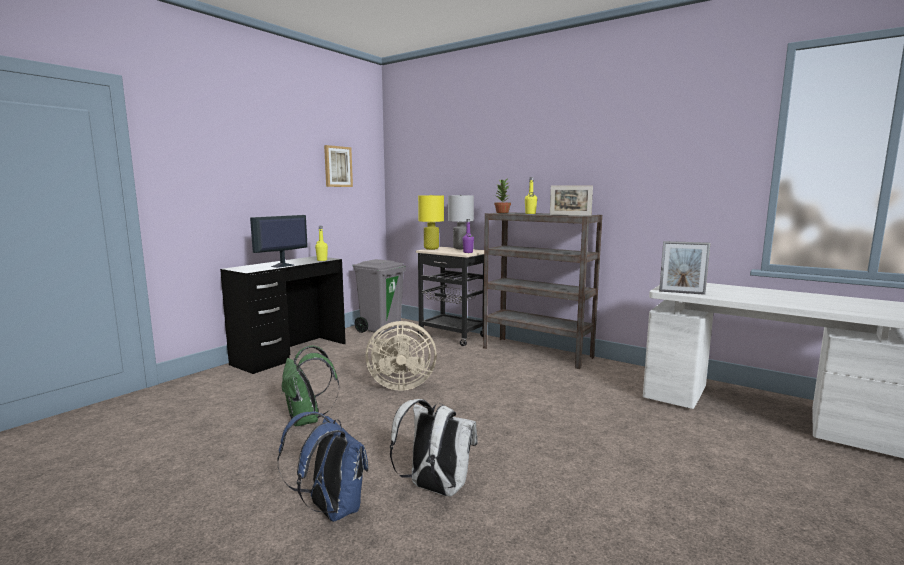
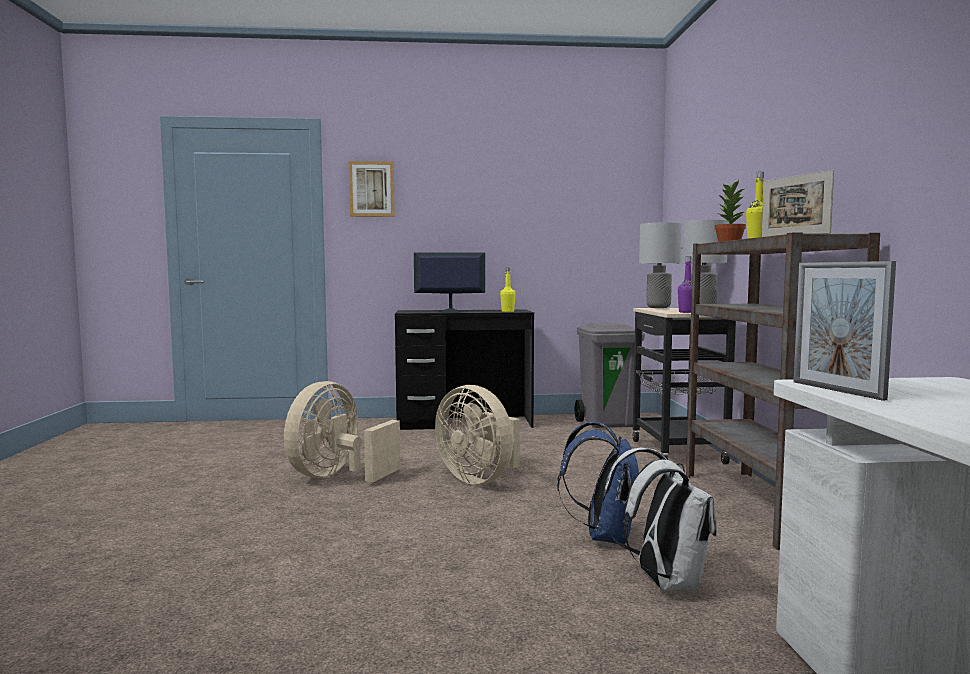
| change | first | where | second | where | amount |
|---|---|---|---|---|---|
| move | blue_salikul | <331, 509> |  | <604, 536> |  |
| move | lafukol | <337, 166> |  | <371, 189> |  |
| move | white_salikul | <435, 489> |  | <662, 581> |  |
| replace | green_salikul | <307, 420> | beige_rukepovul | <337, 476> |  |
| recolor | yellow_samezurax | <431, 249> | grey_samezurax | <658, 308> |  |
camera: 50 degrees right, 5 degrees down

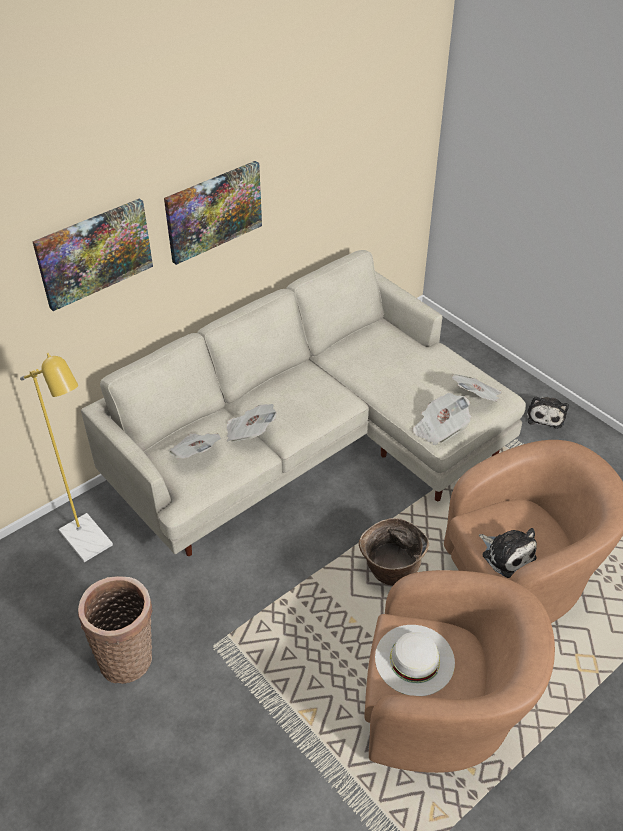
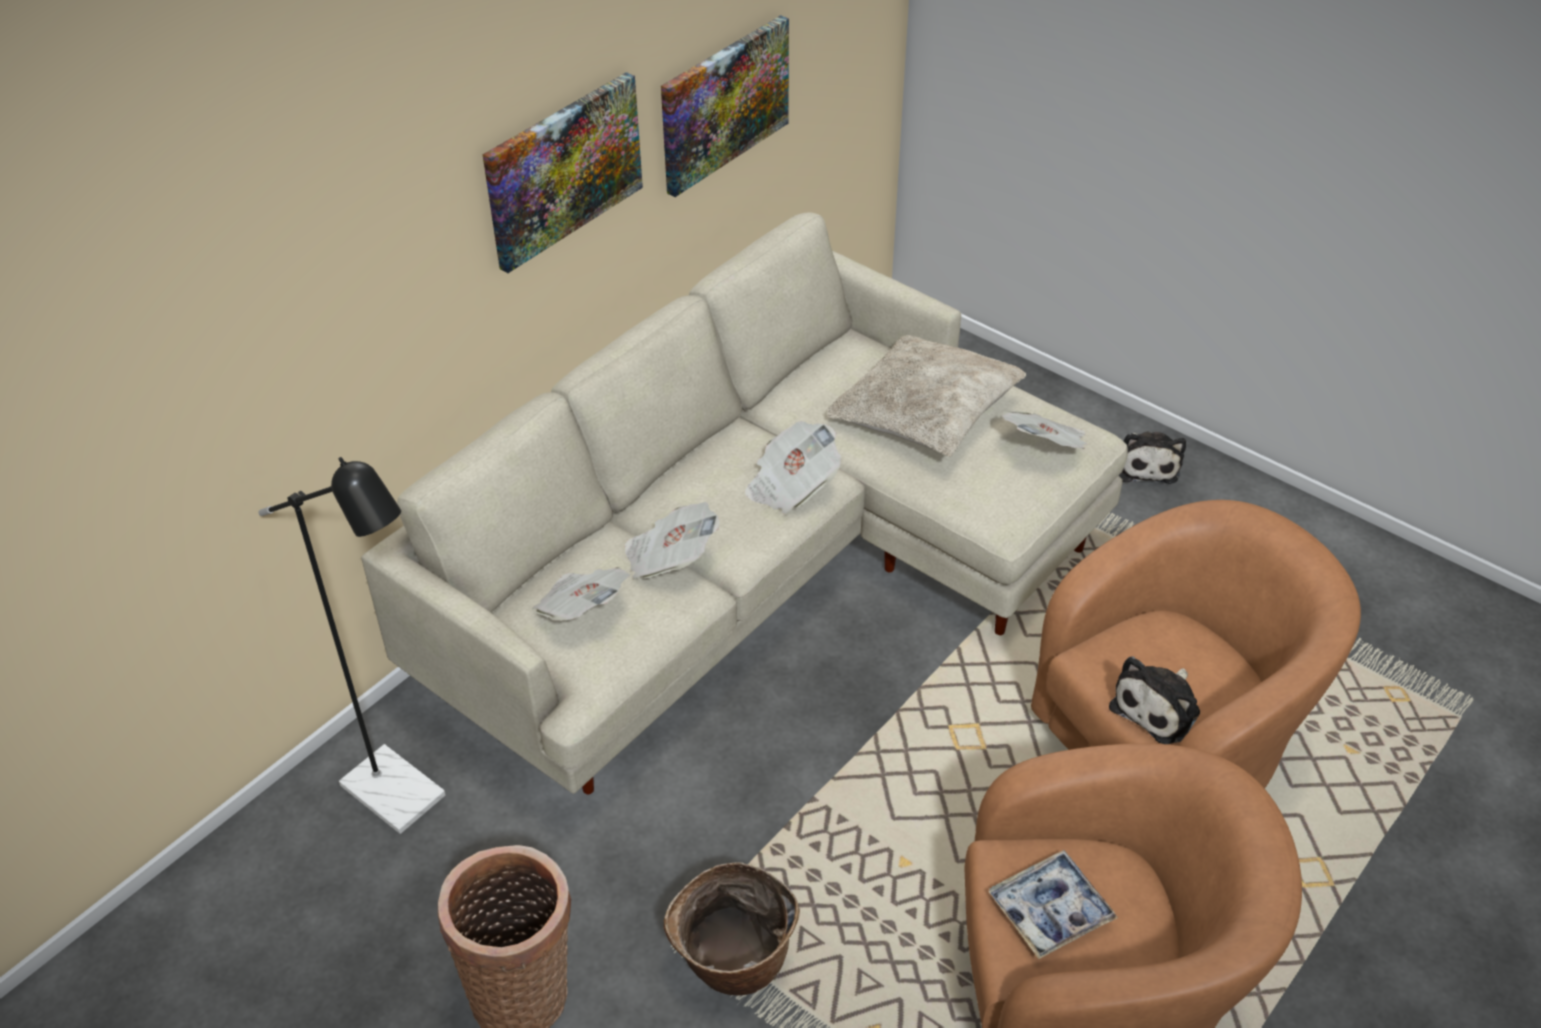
| change | first | where | second | where | amount |
|---|---|---|---|---|---|
| insert |  |  | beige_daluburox | <924, 413> |  |
| move | lafukol | <94, 253> |  | <724, 103> |  |
| move | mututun | <390, 570> |  | <732, 962> |  |
| move | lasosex | <439, 429> |  | <791, 486> |  |
| replace | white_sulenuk | <414, 659> | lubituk | <1050, 910> |  |
| recolor | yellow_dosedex | <91, 544> | black_dosedex | <406, 800> |  |
| rotate | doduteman | <506, 554> |  | <1158, 707> | 90 degrees clockwise |
camera: 10 degrees left, 0 degrees up

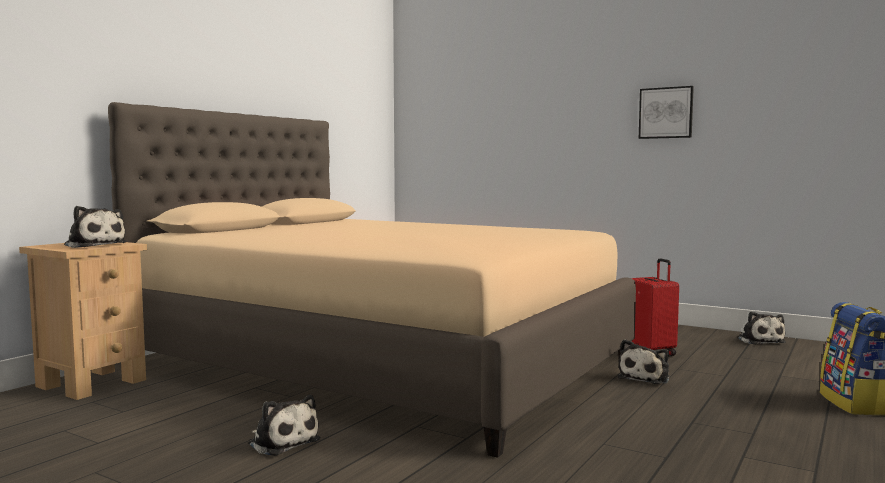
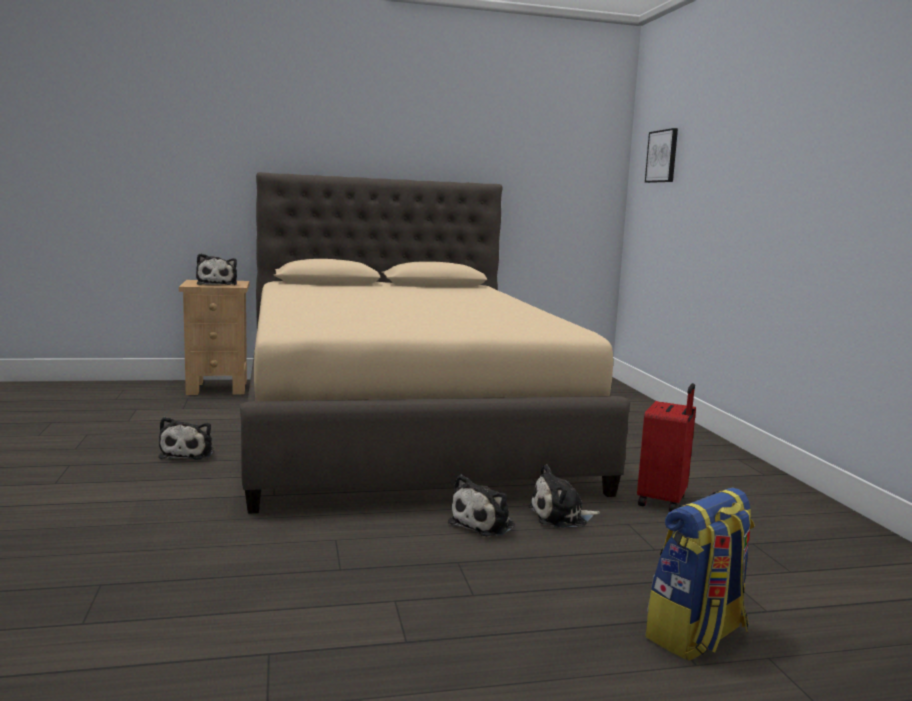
| change | first | where | second | where | amount |
|---|---|---|---|---|---|
| move | lafukol | <666, 113> |  | <662, 156> |  |
| move | doduteman | <759, 340> |  | <484, 524> |  |
camera: 45 degrees right, 5 degrees up

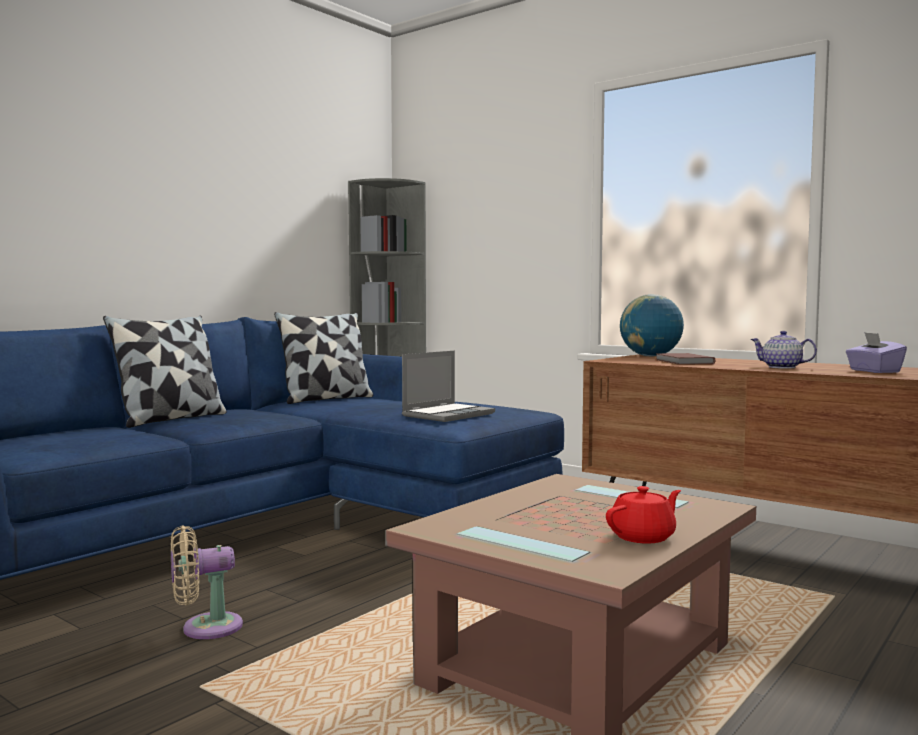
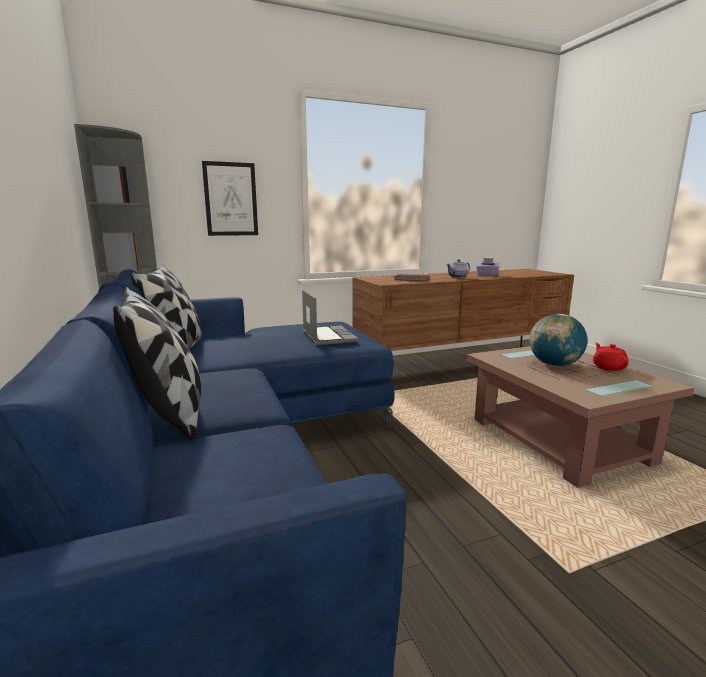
| change | first | where | second | where | amount |
|---|---|---|---|---|---|
| delete | beige_rukepovul | <205, 628> |  |  |  |
| insert |  |  | lafukol | <231, 199> |  |
| move | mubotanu | <650, 356> |  | <554, 365> |  |
camera: 60 degrees left, 10 degrees up

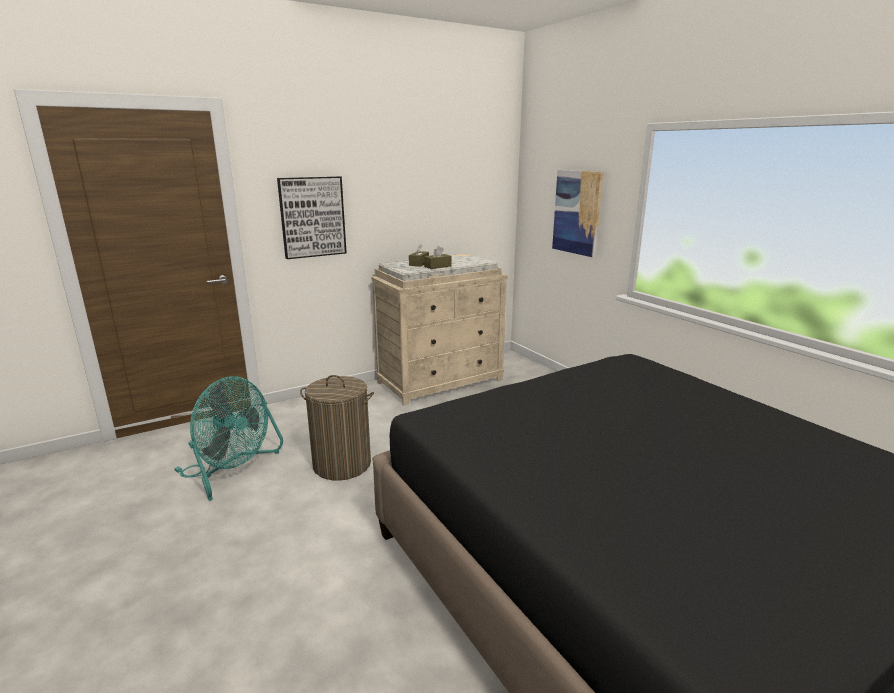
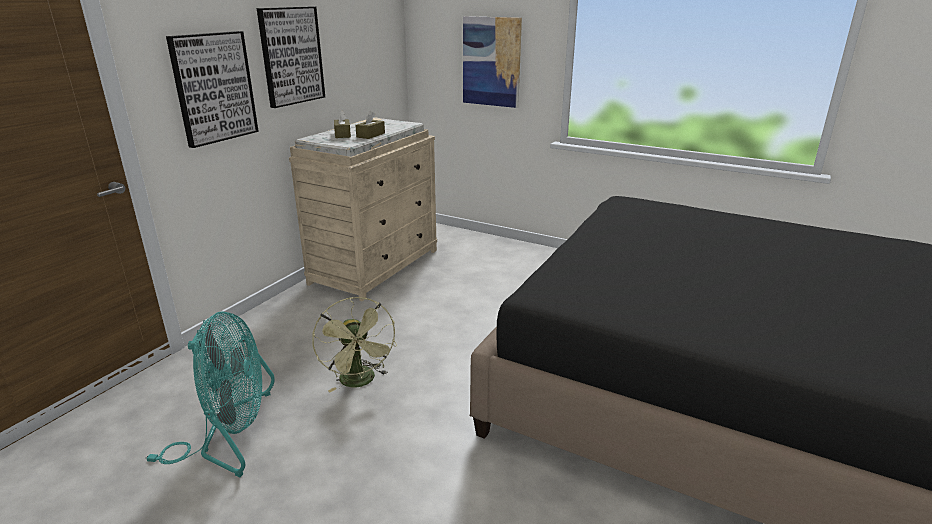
| change | first | where | second | where | amount |
|---|---|---|---|---|---|
| insert |  |  | lafukol | <291, 56> |  |
| replace | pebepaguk | <342, 464> | green_rukepovul | <360, 382> |  |
camera: 30 degrees left, 5 degrees up

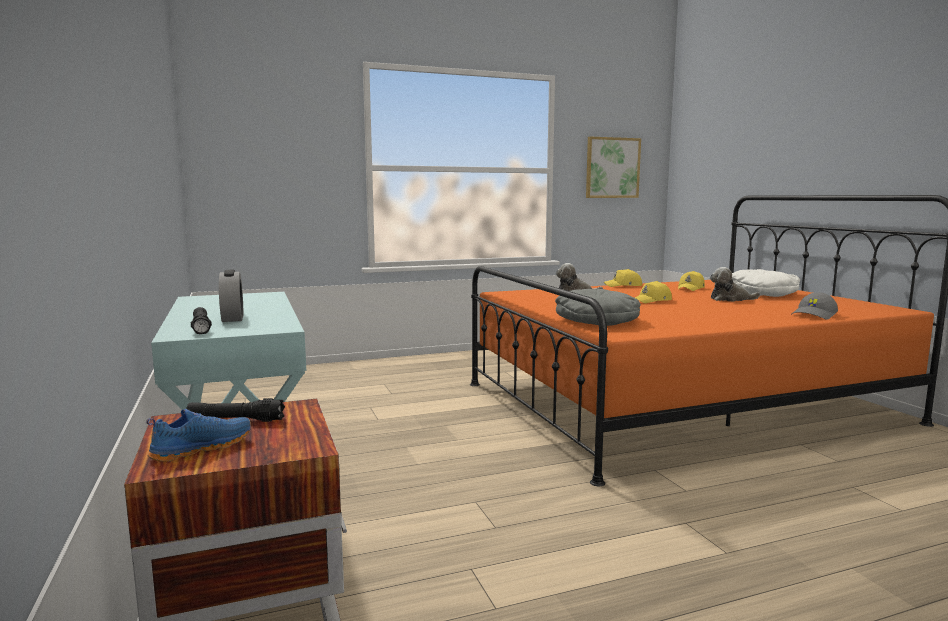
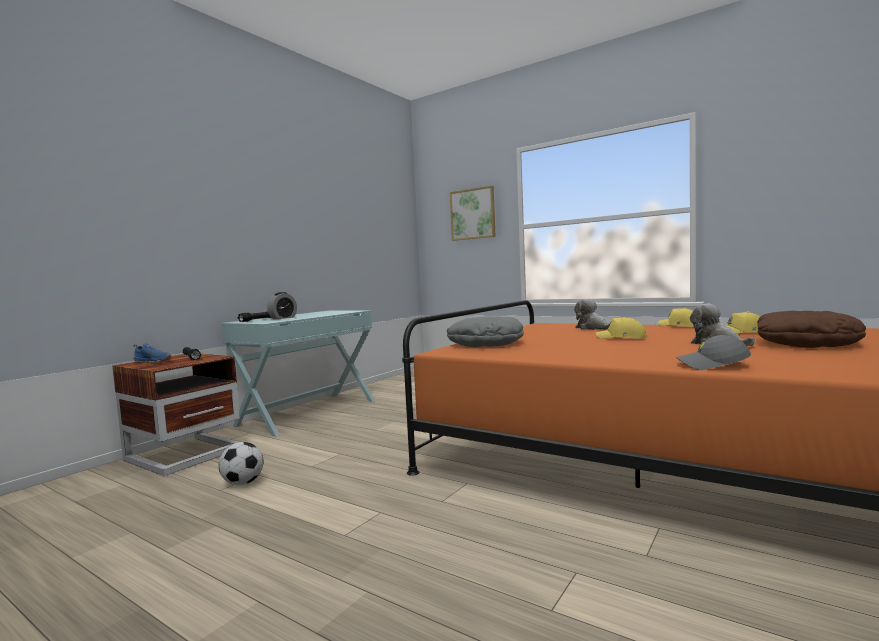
| change | first | where | second | where | amount |
|---|---|---|---|---|---|
| insert |  |  | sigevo | <243, 483> |  |
| move | lafukol | <612, 168> |  | <473, 214> |  |
| recolor | white_daluburox | <763, 293> | brown_daluburox | <808, 344> |  |
camera: 55 degrees right, 5 degrees down

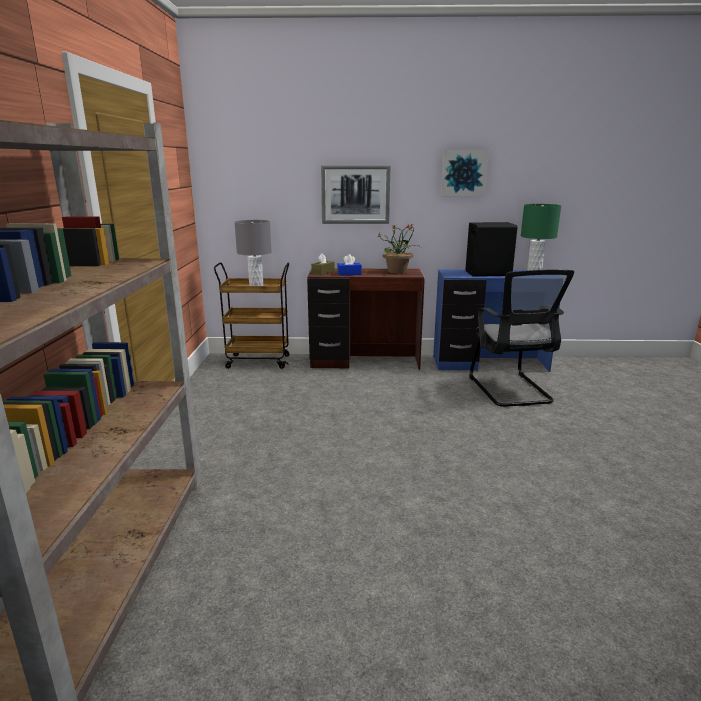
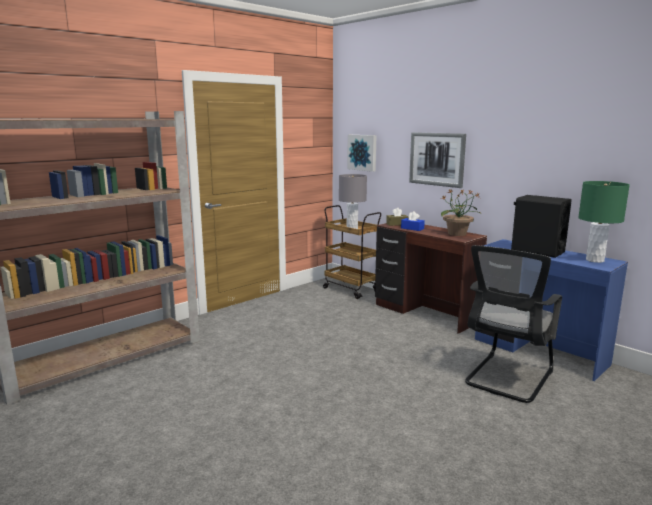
| change | first | where | second | where | amount |
|---|---|---|---|---|---|
| move | lafukol | <463, 173> |  | <362, 152> |  |
camera: 45 degrees right, 5 degrees down

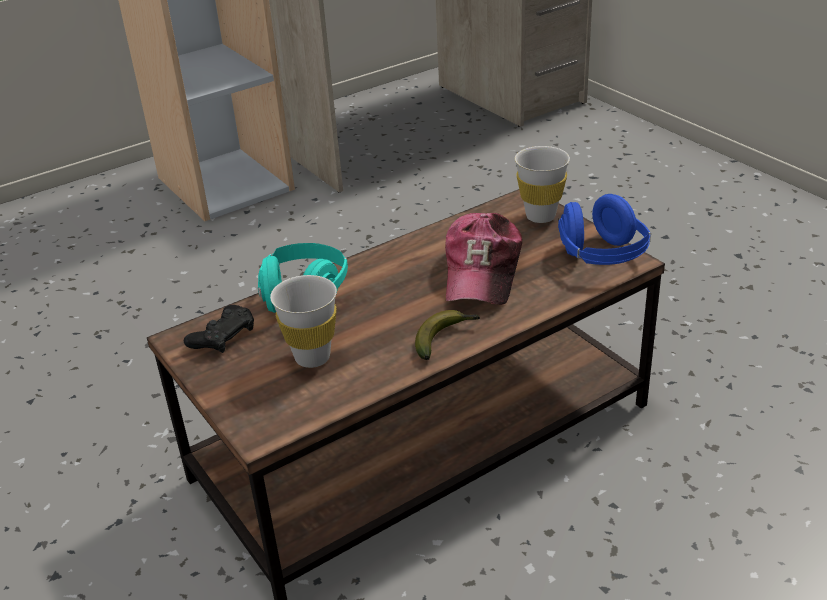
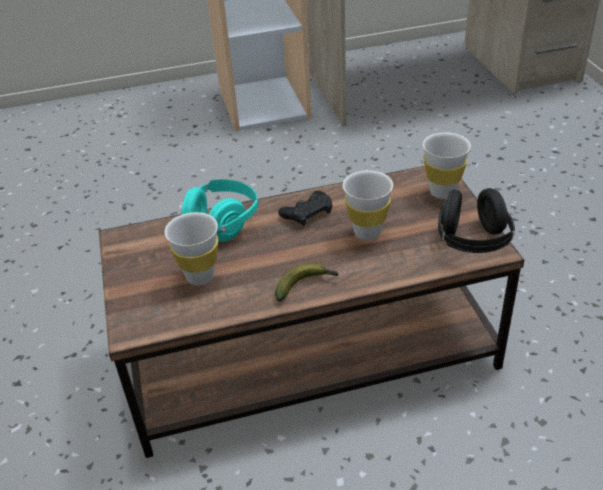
| change | first | where | second | where | amount |
|---|---|---|---|---|---|
| move | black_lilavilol | <223, 336> |  | <307, 213> |  |
| replace | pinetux | <482, 272> | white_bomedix | <367, 232> |  |
| recolor | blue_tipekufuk | <601, 257> | black_tipekufuk | <472, 241> |  |
camera: 20 degrees right, 5 degrees up

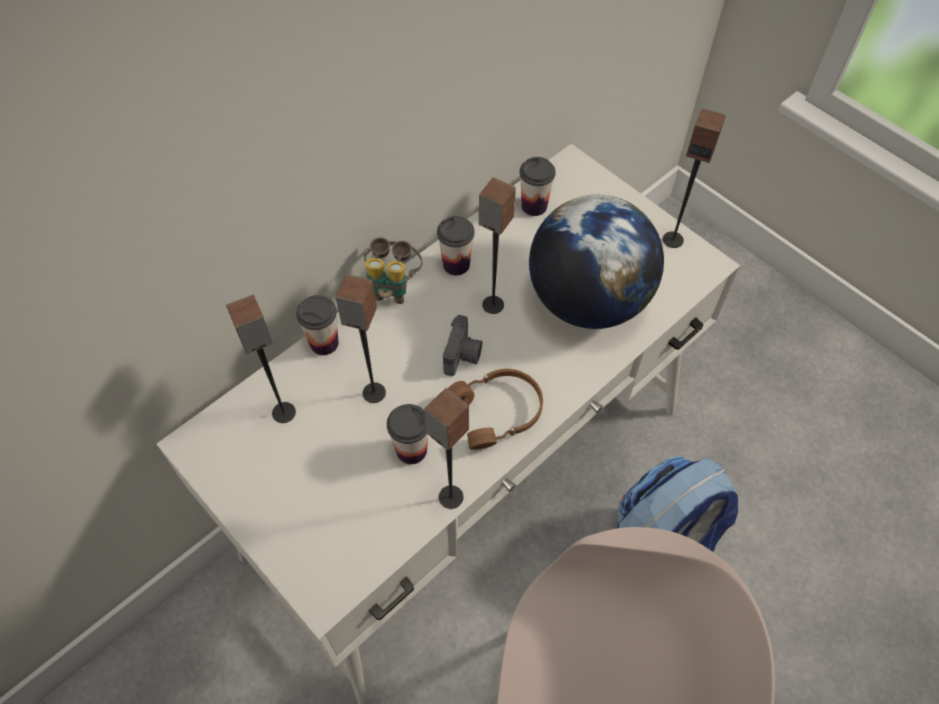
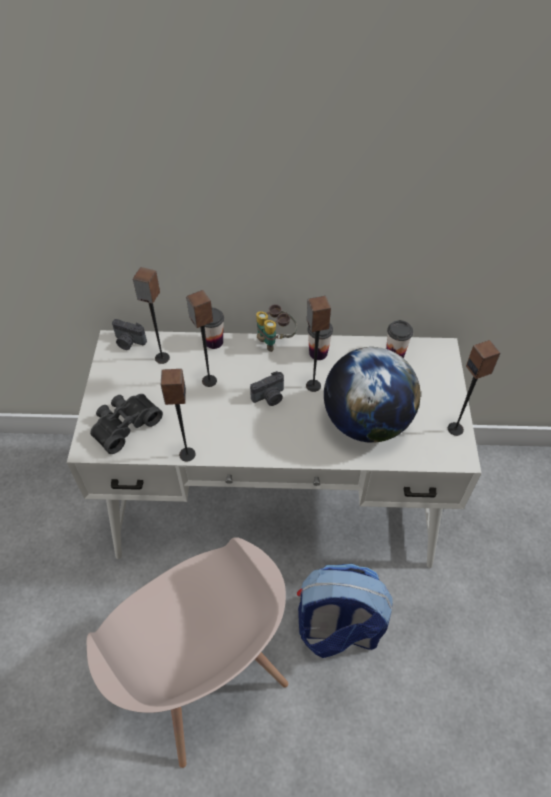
| change | first | where | second | where | amount |
|---|---|---|---|---|---|
| delete | bomedix | <411, 450> |  |  |  |
| delete | brown_tipekufuk | <498, 413> |  |  |  |
| insert |  |  | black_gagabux | <124, 424> |  |
| insert |  |  | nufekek | <128, 342> |  |
camera: 45 degrees right, 5 degrees down

